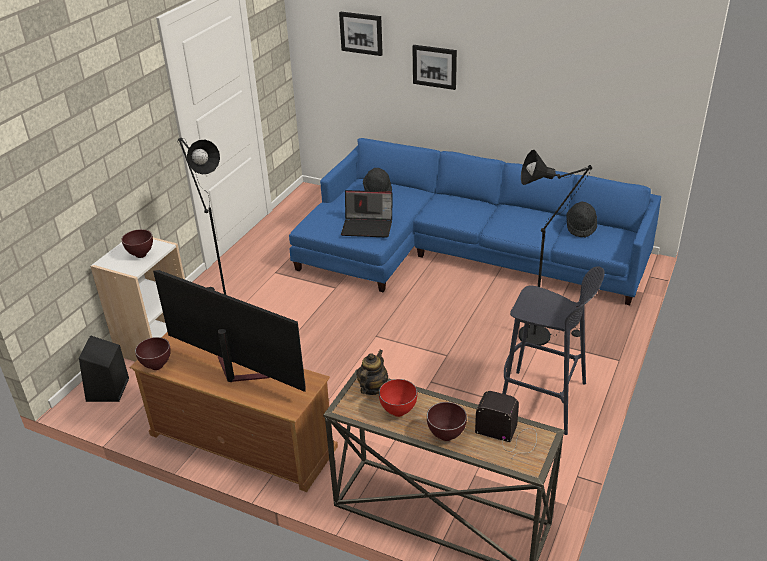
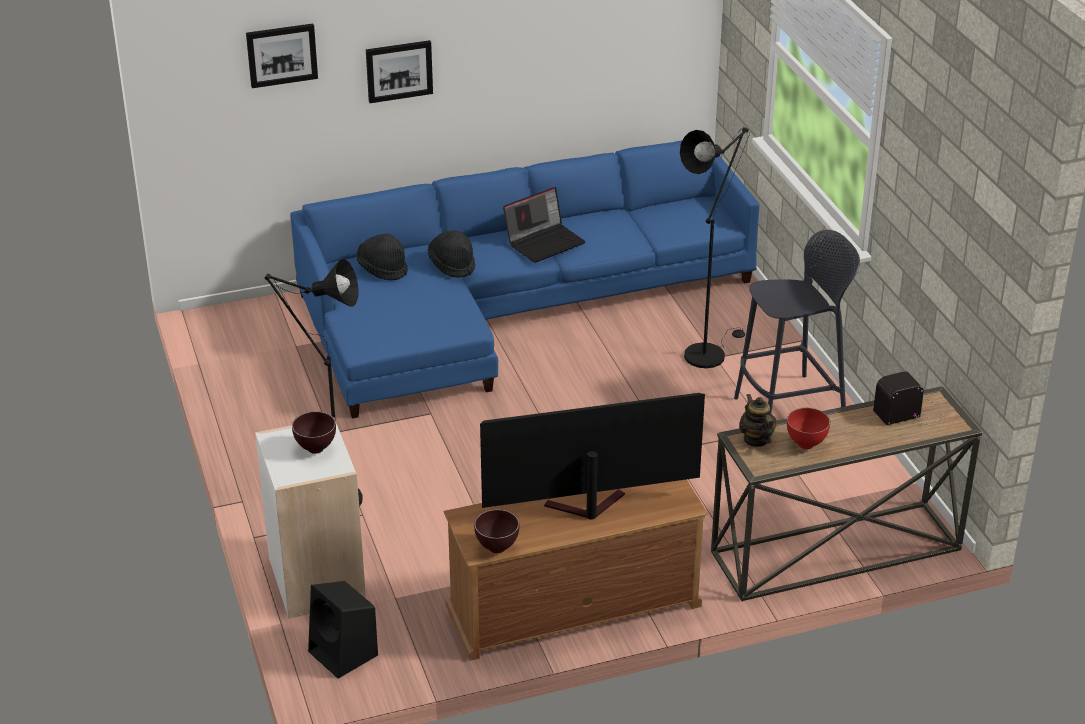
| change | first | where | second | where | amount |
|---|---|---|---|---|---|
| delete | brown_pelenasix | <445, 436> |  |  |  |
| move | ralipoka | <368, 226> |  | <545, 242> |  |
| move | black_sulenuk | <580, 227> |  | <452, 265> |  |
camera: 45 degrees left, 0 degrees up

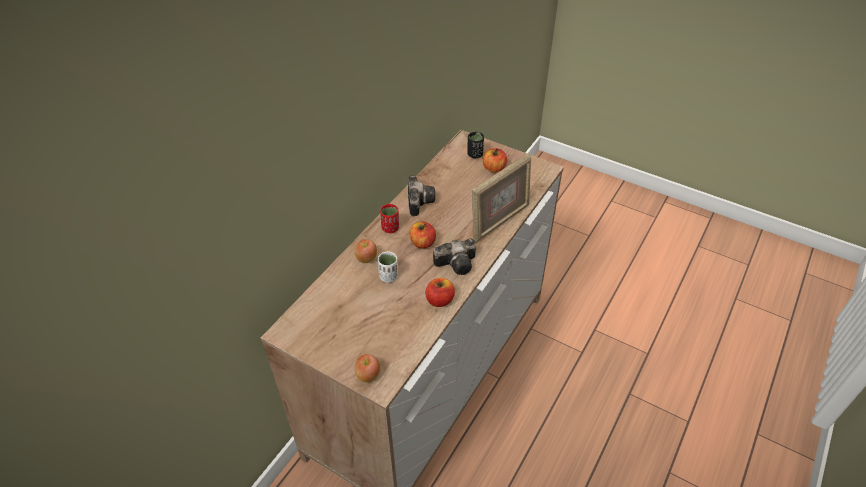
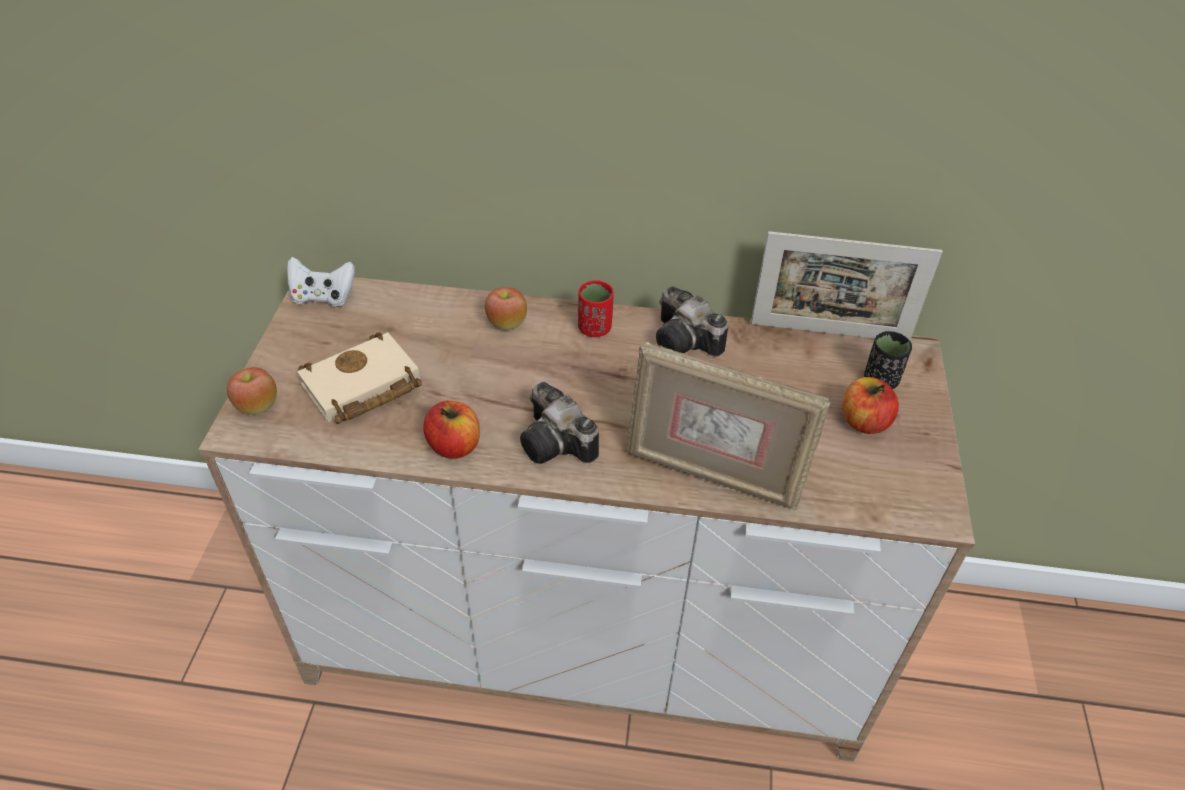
| change | first | where | second | where | amount |
|---|---|---|---|---|---|
| delete | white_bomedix | <388, 276> |  |  |  |
| delete | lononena | <422, 243> |  |  |  |
| insert |  |  | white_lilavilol | <323, 297> |  |
| insert |  |  | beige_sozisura | <361, 388> |  |
| insert |  |  | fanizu | <829, 332> |  |
| rotate | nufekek | <419, 201> |  | <687, 342> | 75 degrees clockwise |
camera: 65 degrees right, 0 degrees up

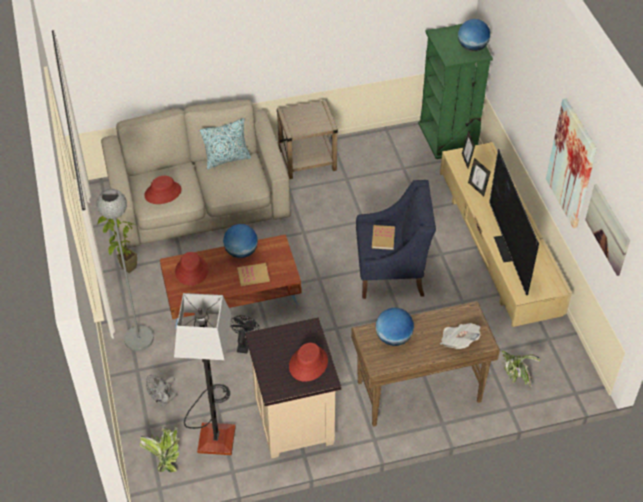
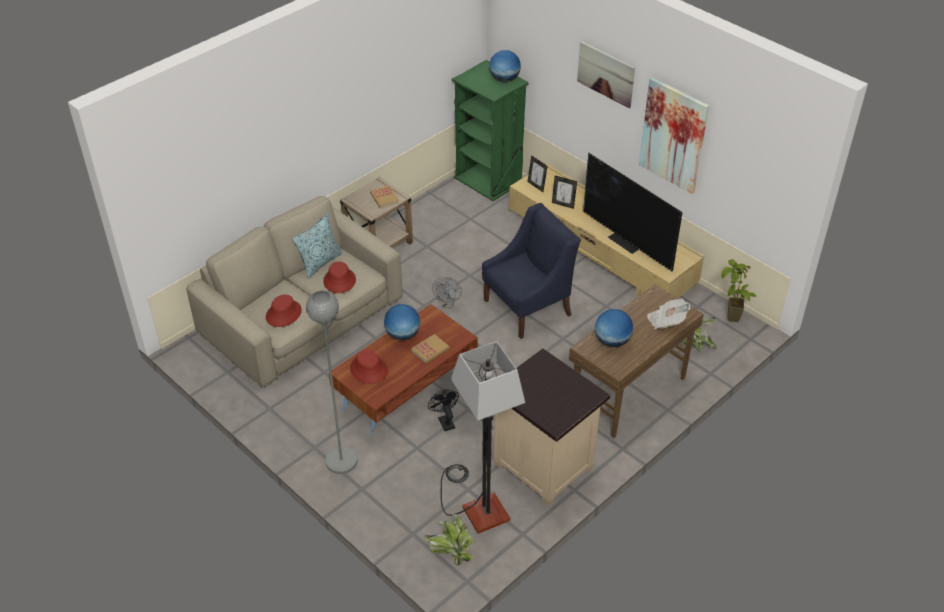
| change | first | where | second | where | amount |
|---|---|---|---|---|---|
| move | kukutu | <124, 270> |  | <731, 321> |  |
| move | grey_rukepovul | <164, 401> |  | <448, 304> |  |
| move | red_sulenuk | <308, 363> |  | <339, 281> |  |
| move | sozisura | <383, 238> |  | <384, 198> |  |
| move | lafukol | <608, 229> |  | <606, 74> |  |
camera: 30 degrees left, 5 degrees down

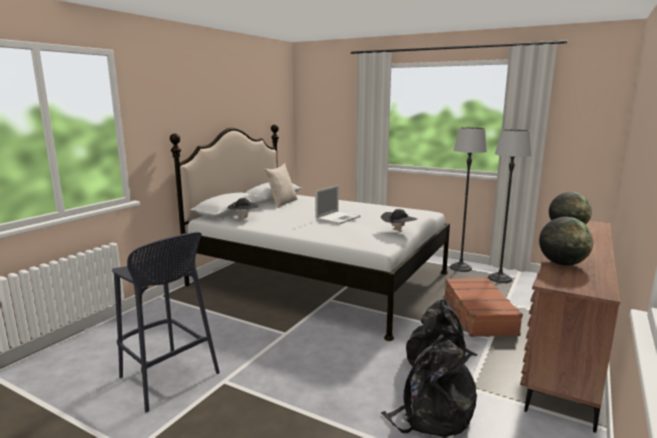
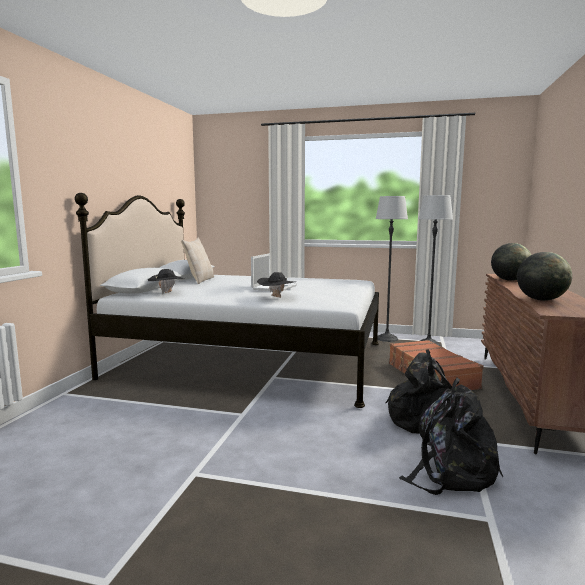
| change | first | where | second | where | amount |
|---|---|---|---|---|---|
| delete | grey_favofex | <167, 378> |  |  |  |
| move | black_sulenuk | <398, 232> |  | <277, 298> |  |
camera: 15 degrees left, 5 degrees down

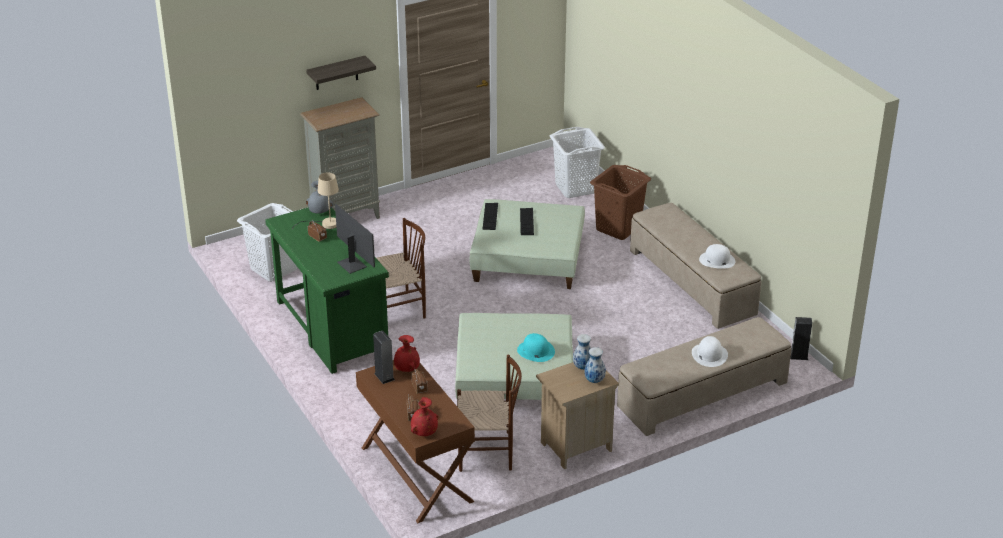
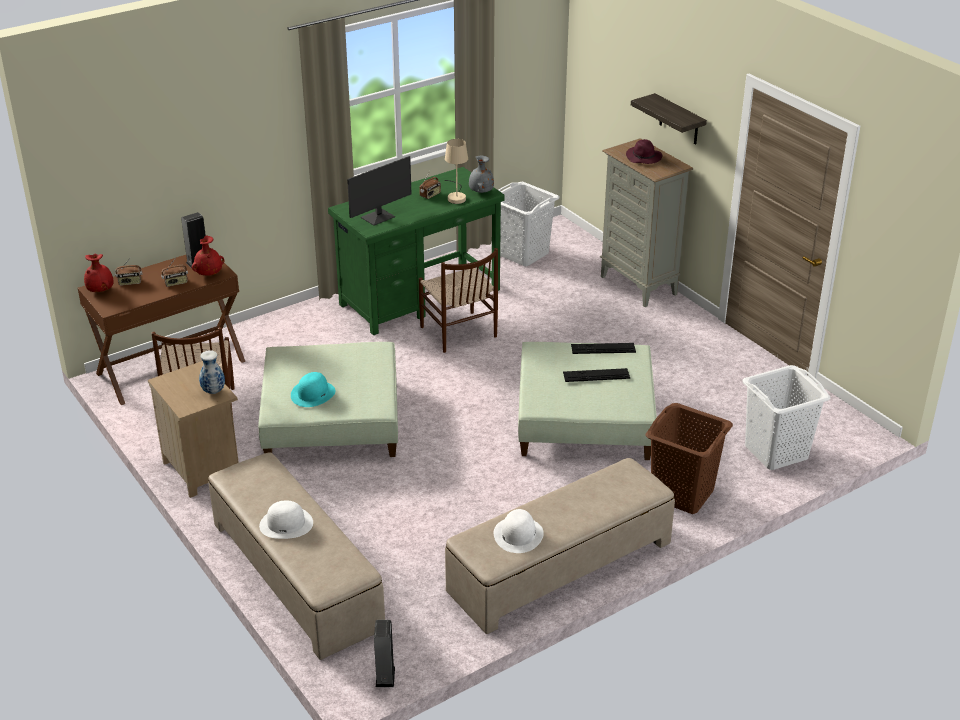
| change | first | where | second | where | amount |
|---|---|---|---|---|---|
| delete | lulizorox | <595, 380> |  |  |  |
| insert |  |  | purple_sulenuk | <644, 158> |  |
camera: 85 degrees right, 0 degrees up

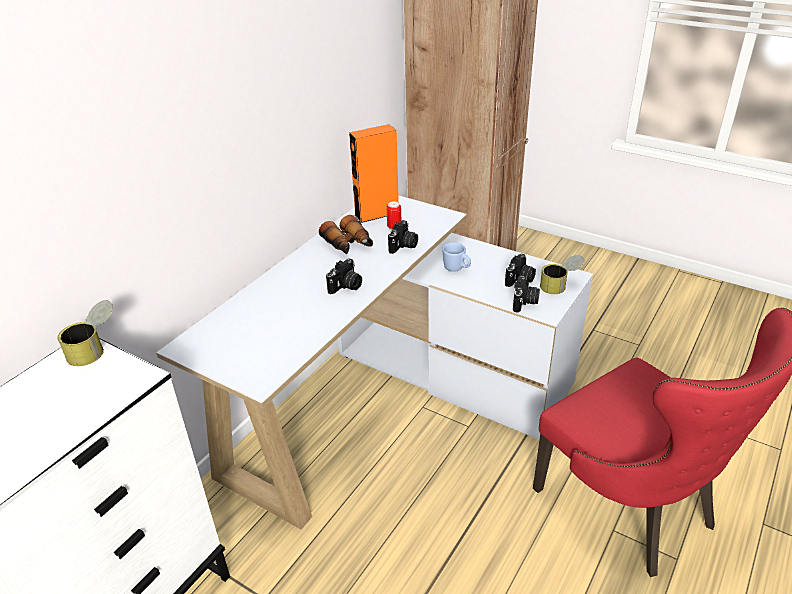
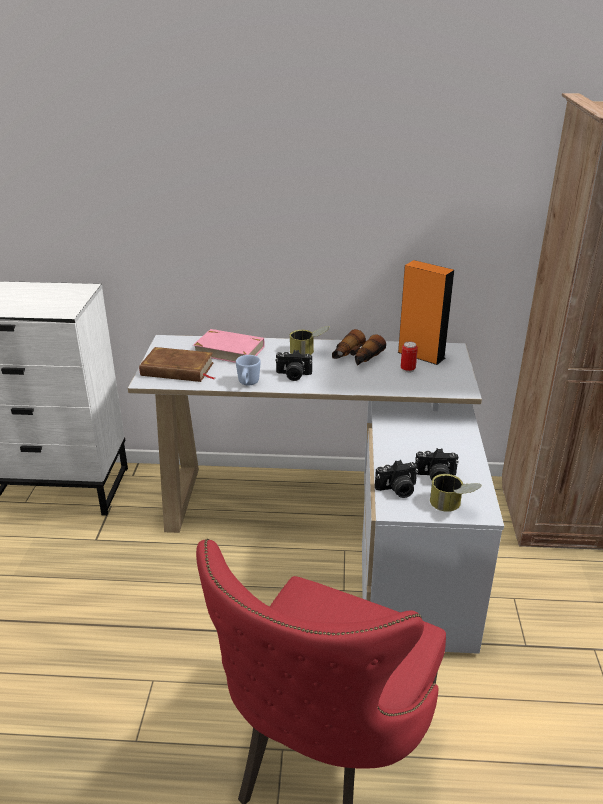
| change | first | where | second | where | amount |
|---|---|---|---|---|---|
| delete | nufekek | <403, 246> |  |  |  |
| insert |  |  | brown_sozisura | <177, 369> |  |
| insert |  |  | pink_sozisura | <229, 350> |  |
| move | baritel | <95, 348> |  | <309, 352> |  |
| move | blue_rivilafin | <456, 269> |  | <247, 384> |  |
camera: 60 degrees right, 5 degrees down

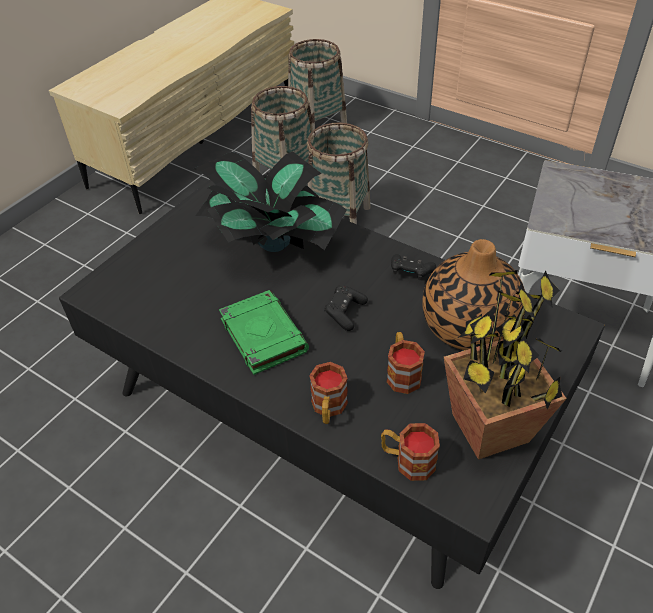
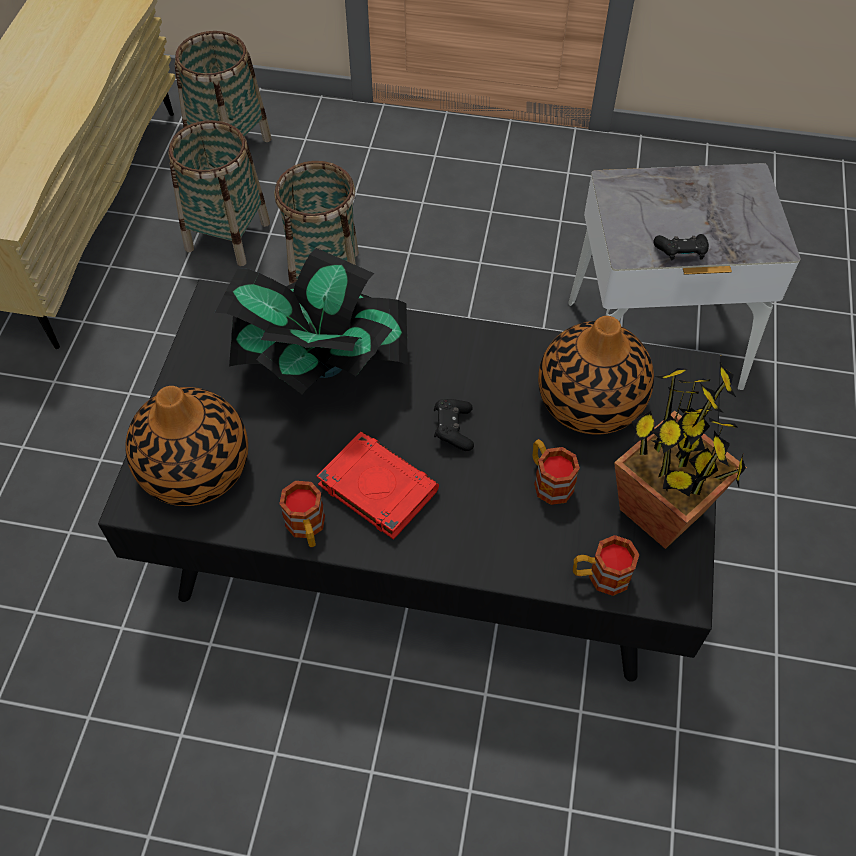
| change | first | where | second | where | amount |
|---|---|---|---|---|---|
| insert |  |  | lulizorox | <194, 468> |  |
| move | rivilafin | <328, 408> |  | <307, 528> |  |
| move | black_lilavilol | <410, 273> |  | <680, 254> |  |
| recolor | green_sozisura | <262, 335> | red_sozisura | <376, 488> |  |
camera: 25 degrees left, 10 degrees up

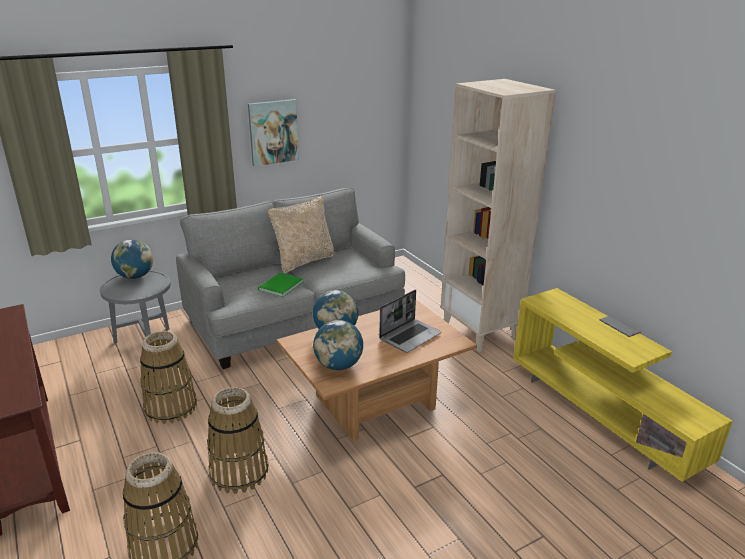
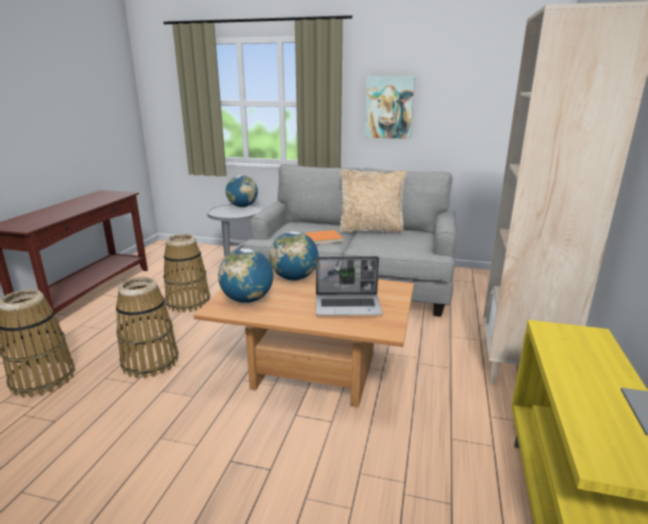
| change | first | where | second | where | amount |
|---|---|---|---|---|---|
| recolor | green_sozisura | <279, 286> | orange_sozisura | <320, 238> |  |
camera: 45 degrees right, 5 degrees down

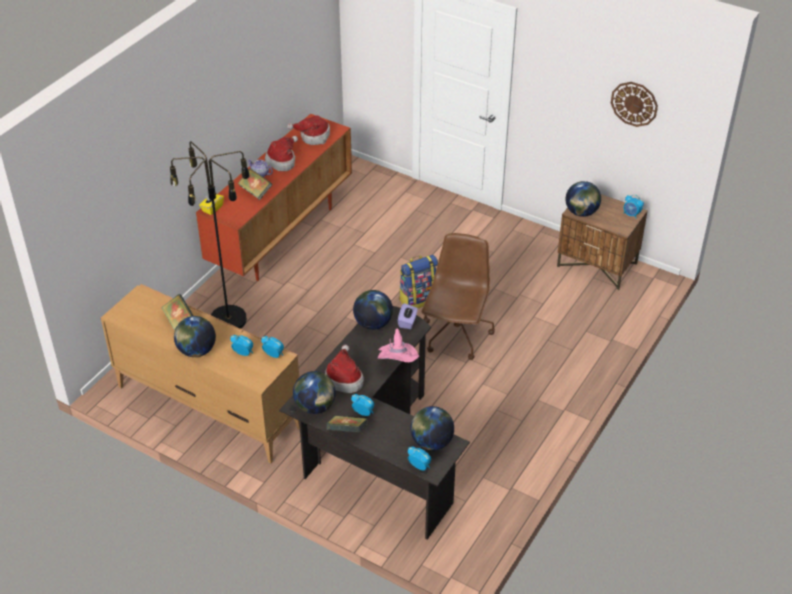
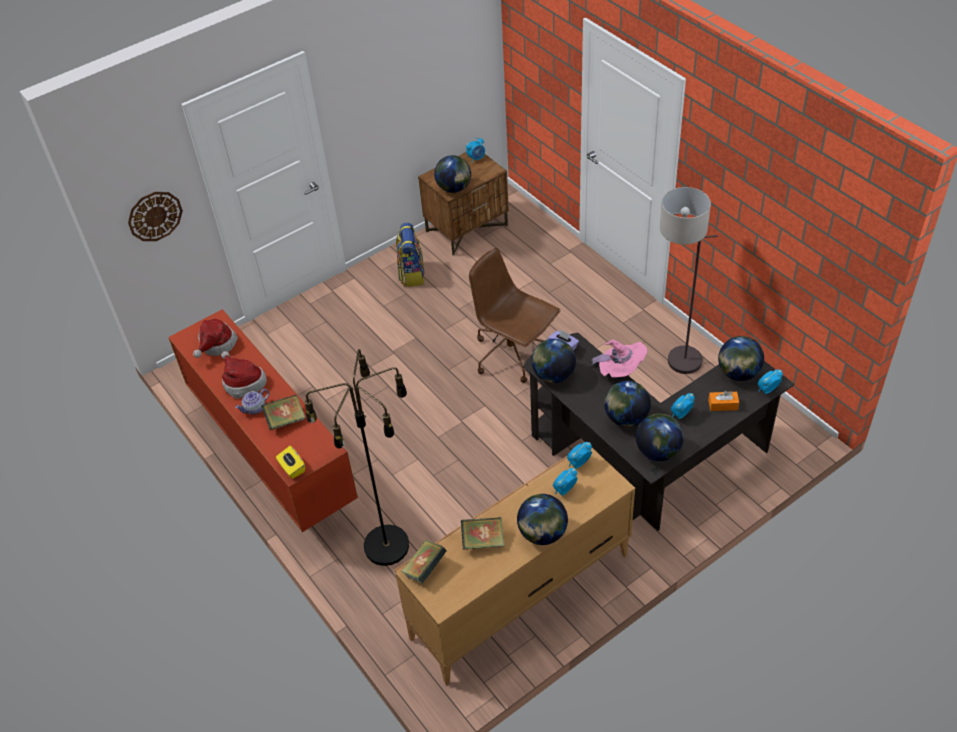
| change | first | where | second | where | amount |
|---|---|---|---|---|---|
| insert |  |  | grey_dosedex | <674, 362> |  |
| insert |  |  | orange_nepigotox | <723, 405> |  |
| move | sozisura | <347, 431> |  | <425, 569> |  |
| move | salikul | <418, 299> |  | <411, 274> |  |
| move | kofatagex | <634, 103> |  | <155, 216> |  |
| replace | sulenuk | <344, 378> | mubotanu | <626, 418> |  |
camera: 65 degrees left, 5 degrees up

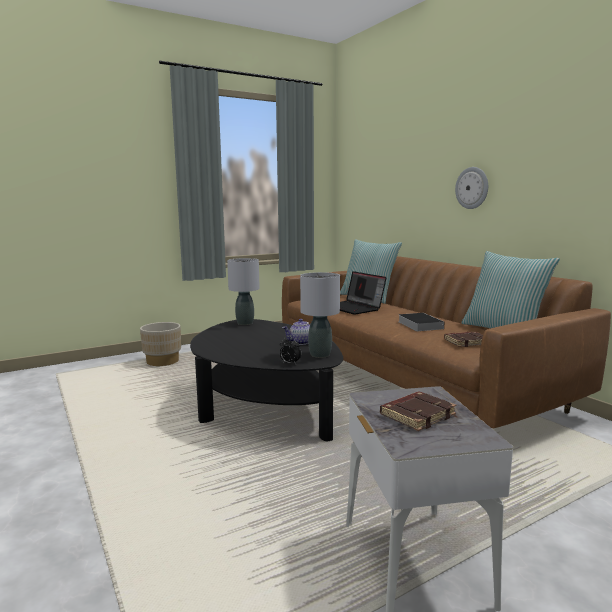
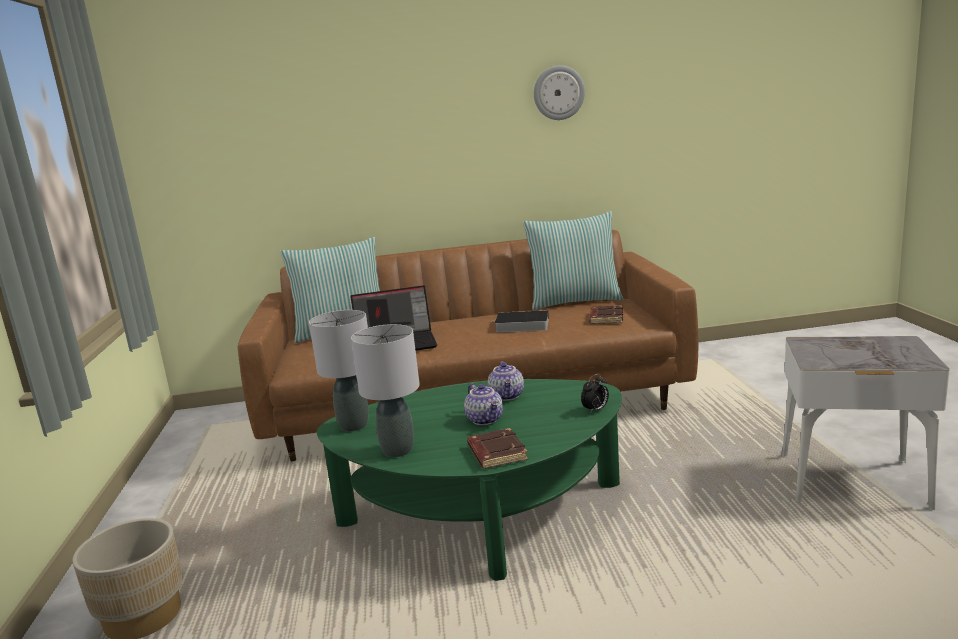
| change | first | where | second | where | amount |
|---|---|---|---|---|---|
| insert |  |  | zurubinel | <485, 419> |  |
| move | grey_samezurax | <320, 355> |  | <398, 450> |  |
| move | brown_sozisura | <417, 415> |  | <496, 453> |  |
| move | kofatagex | <472, 188> |  | <558, 93> |  |
| recolor | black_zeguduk | <264, 407> | green_zeguduk | <483, 516> |  |
camera: 65 degrees left, 5 degrees up

